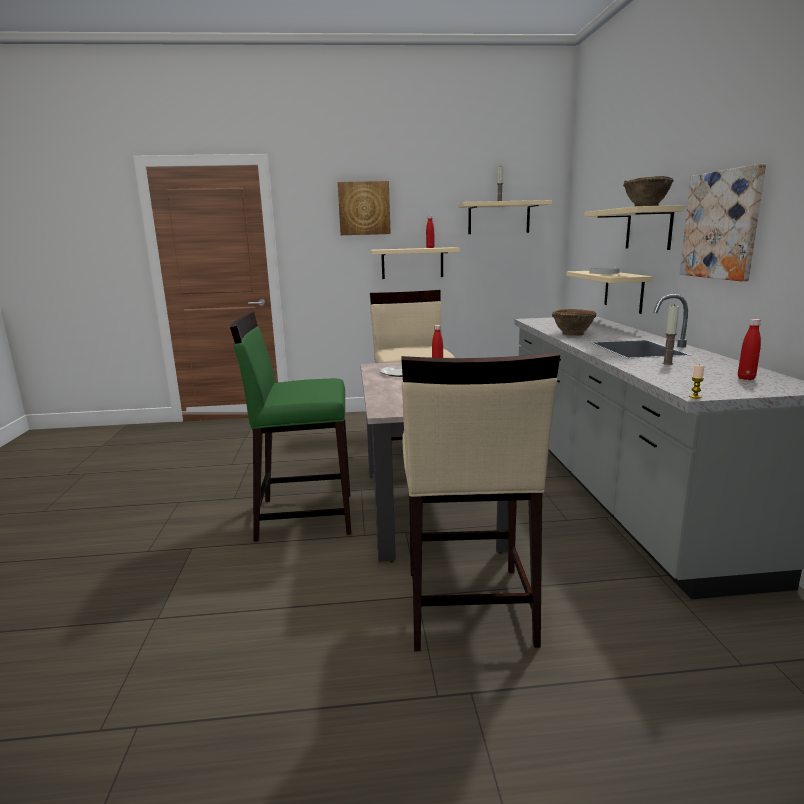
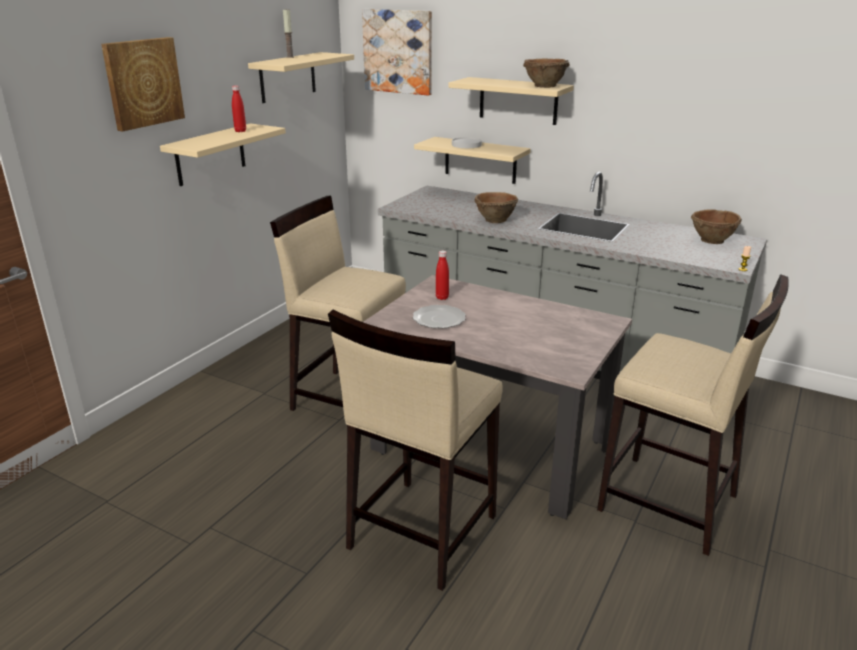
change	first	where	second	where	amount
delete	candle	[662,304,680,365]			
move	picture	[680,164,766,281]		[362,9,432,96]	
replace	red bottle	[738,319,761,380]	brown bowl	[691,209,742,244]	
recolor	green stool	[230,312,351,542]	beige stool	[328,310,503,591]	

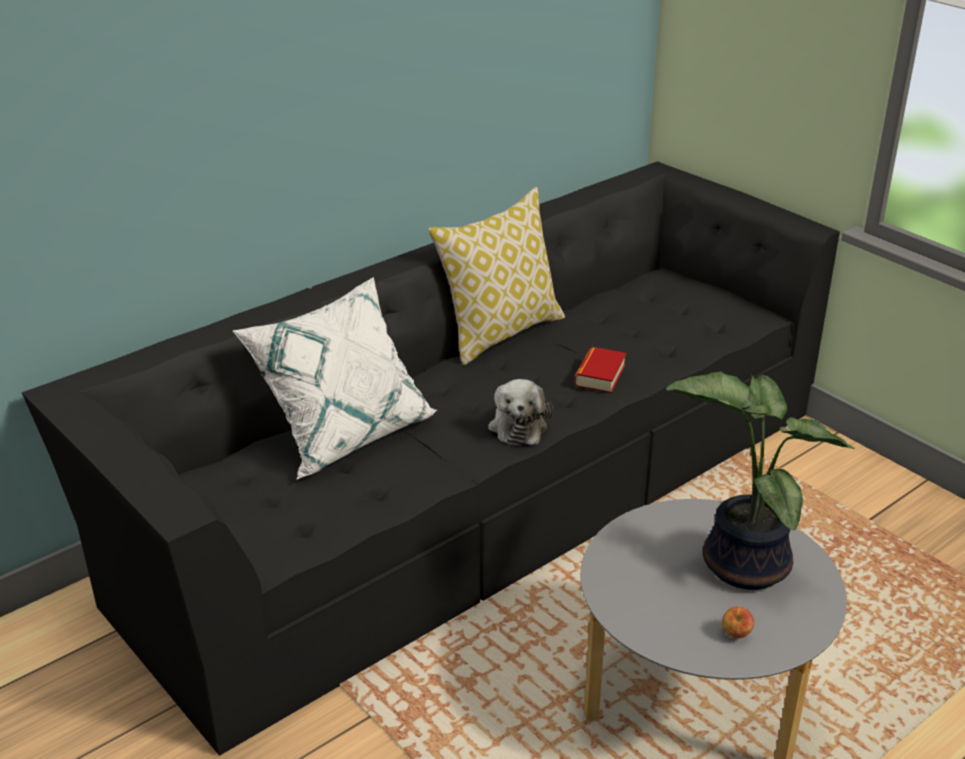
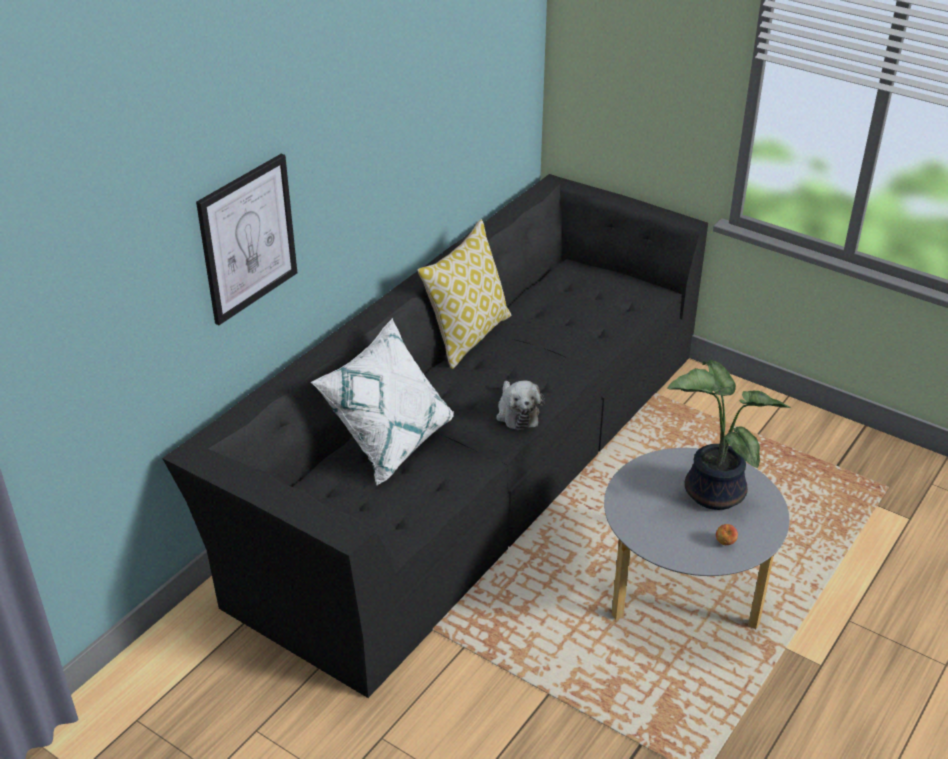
change	first	where	second	where	amount
delete	book	[574,347,626,393]			
insert			picture	[196,154,297,325]	

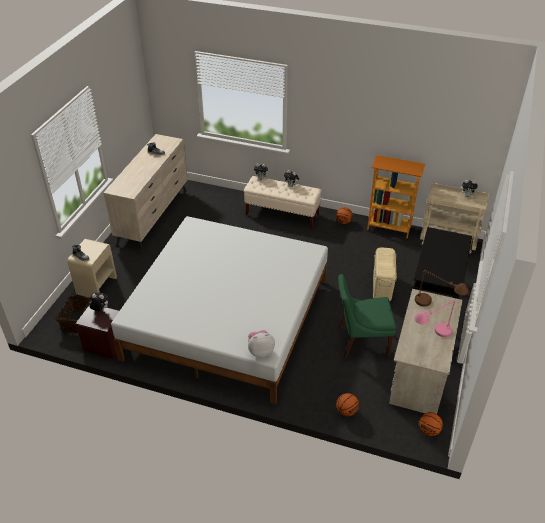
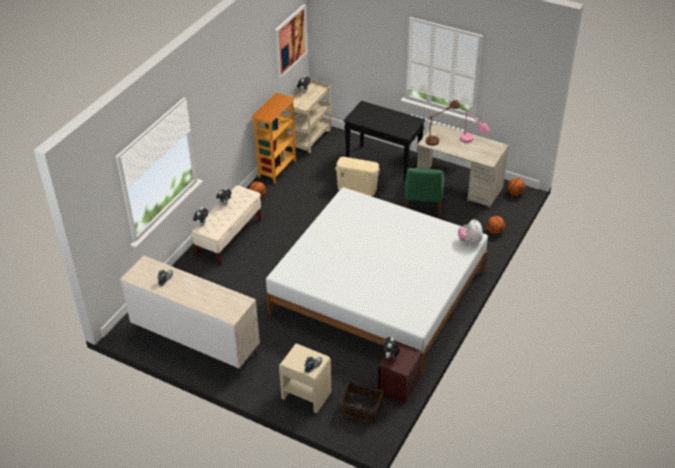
change	first	where	second	where	amount
insert			picture	[275,5,307,79]	

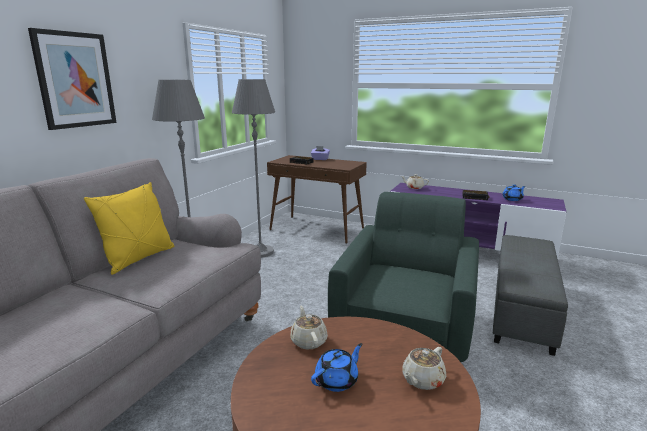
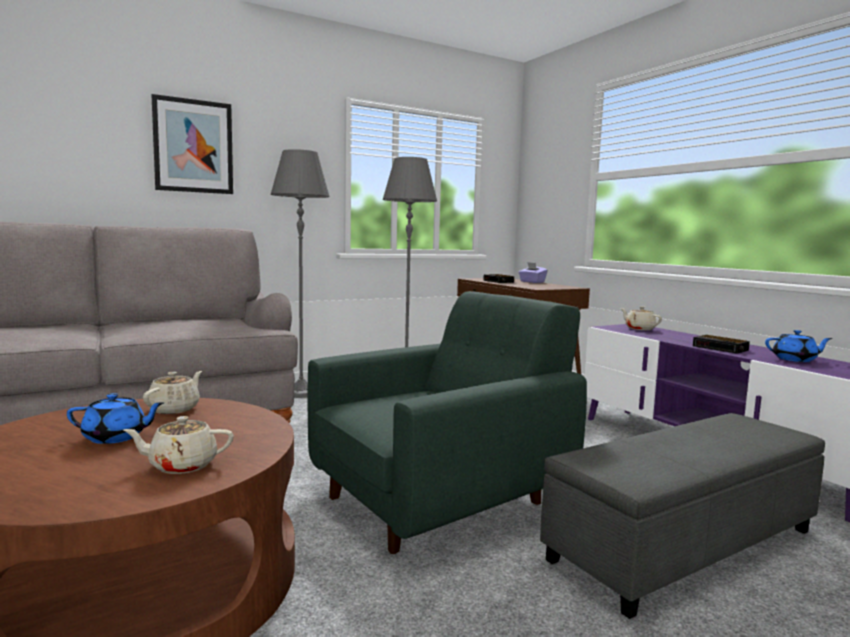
change	first	where	second	where	amount
delete	yellow pillow	[84,182,174,275]			

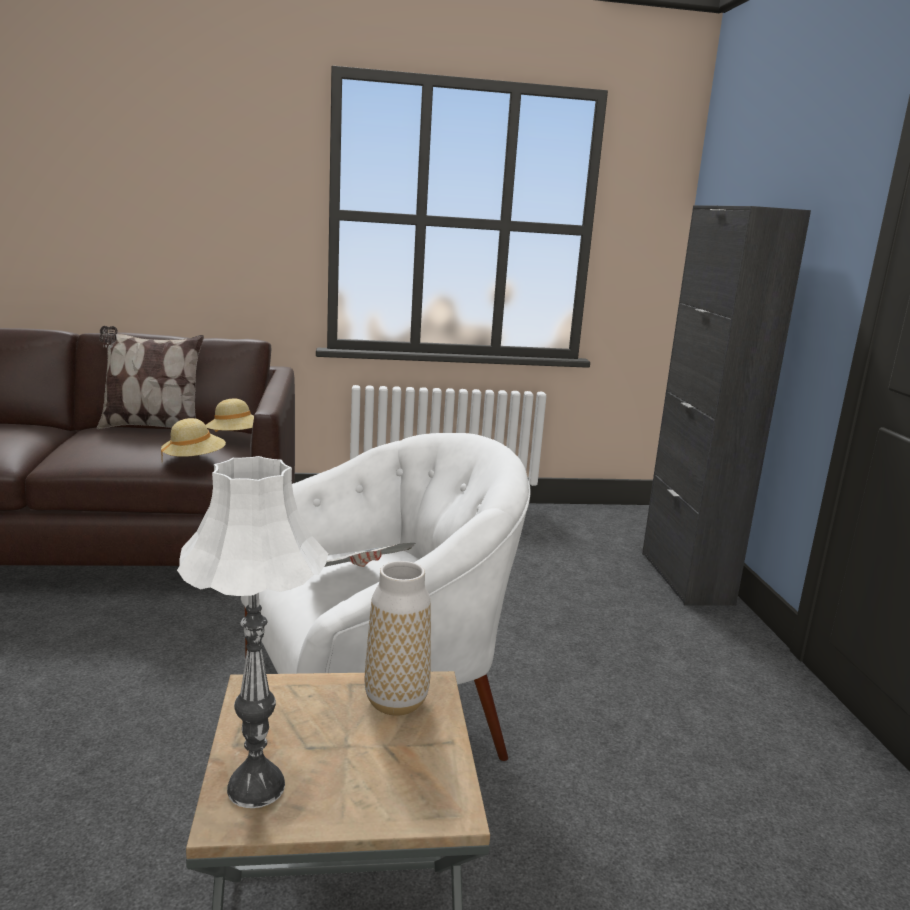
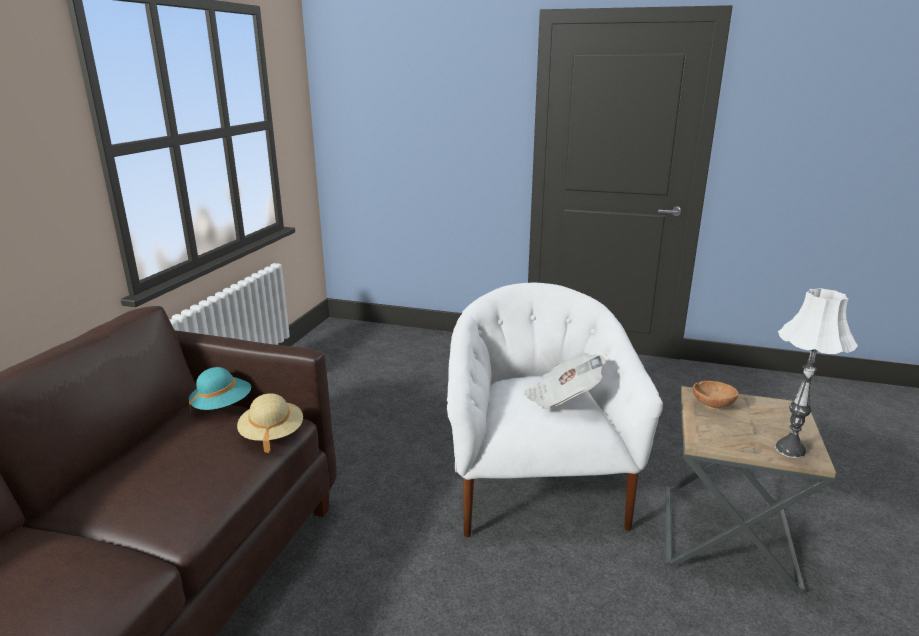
change	first	where	second	where	amount
delete	pillow	[97,326,204,429]			
delete	black cabinet	[642,205,811,606]			
replace	vase	[365,561,431,716]	brown bowl	[693,381,738,410]	
recolor	beige hat	[206,399,254,432]	turquoise hat	[189,367,251,412]	

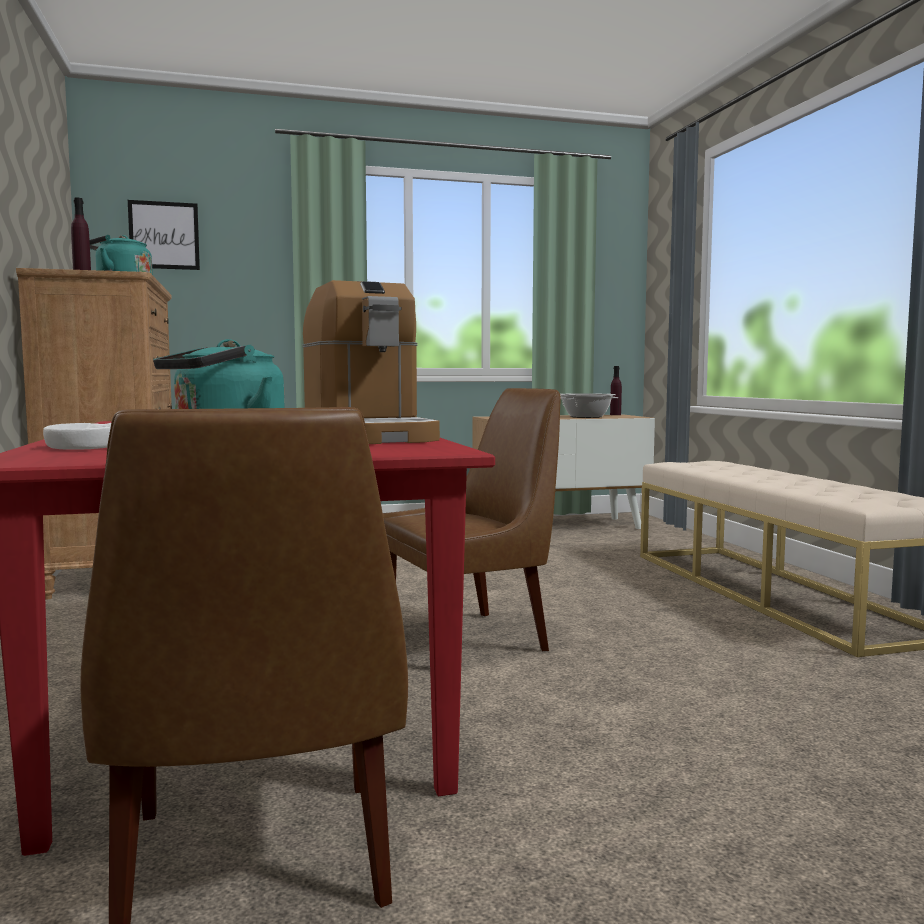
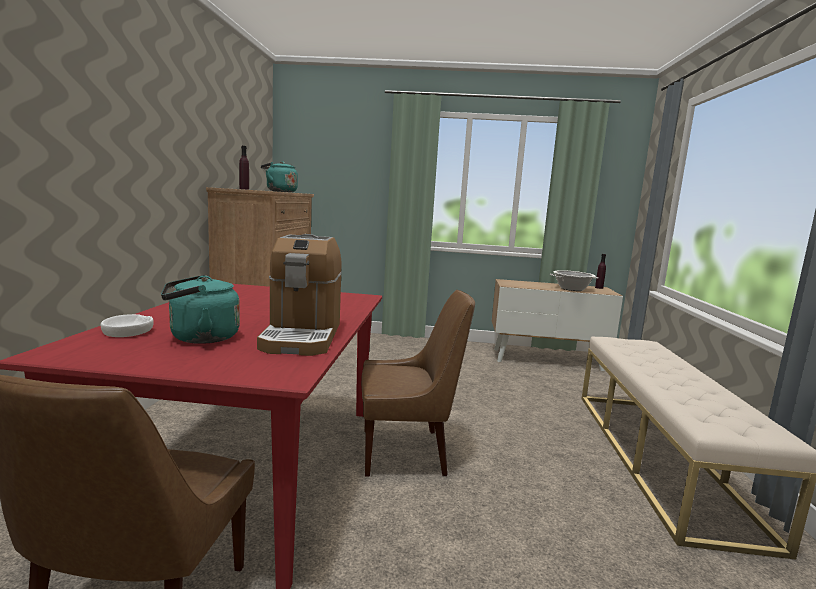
change	first	where	second	where	amount
delete	picture	[128,200,200,270]			

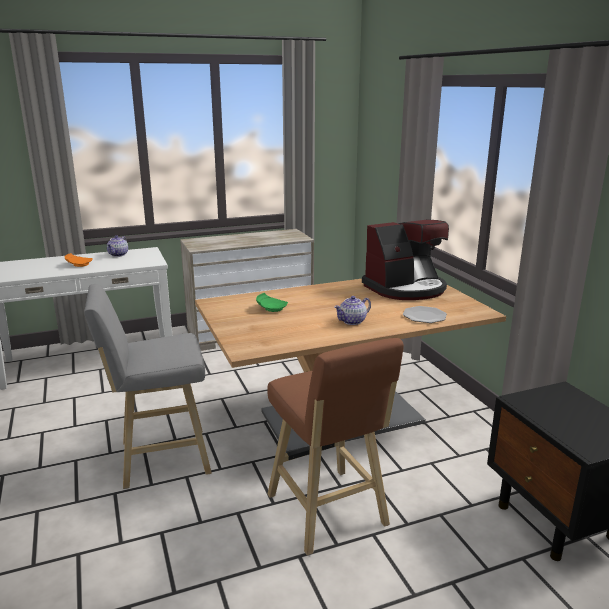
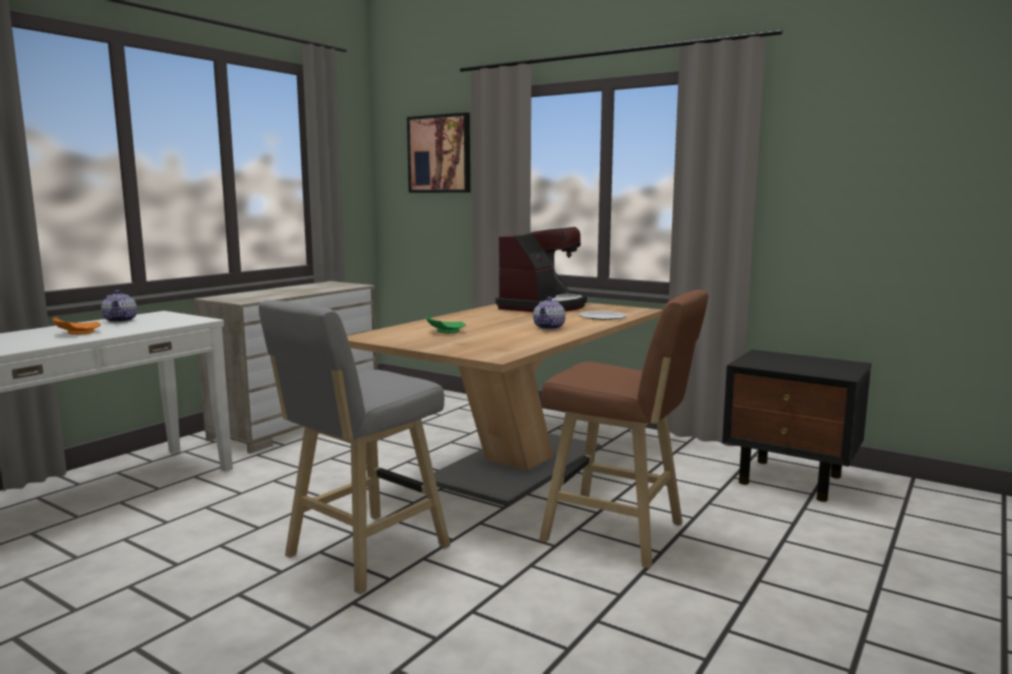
change	first	where	second	where	amount
insert			picture	[407,112,470,193]	

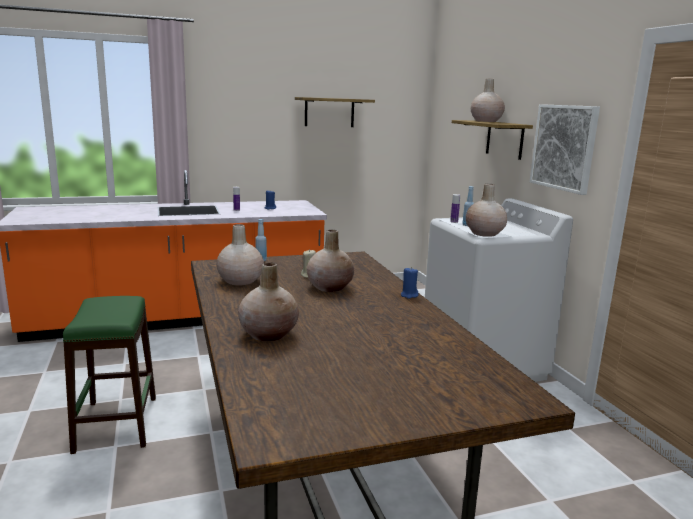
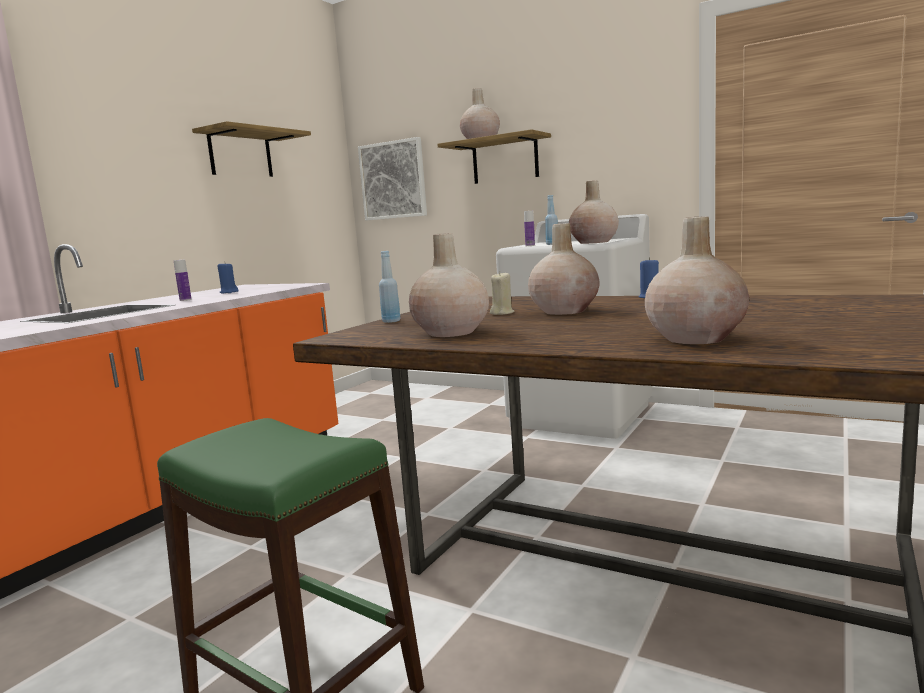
change	first	where	second	where	amount
move	picture	[530,104,600,195]		[358,137,427,221]	

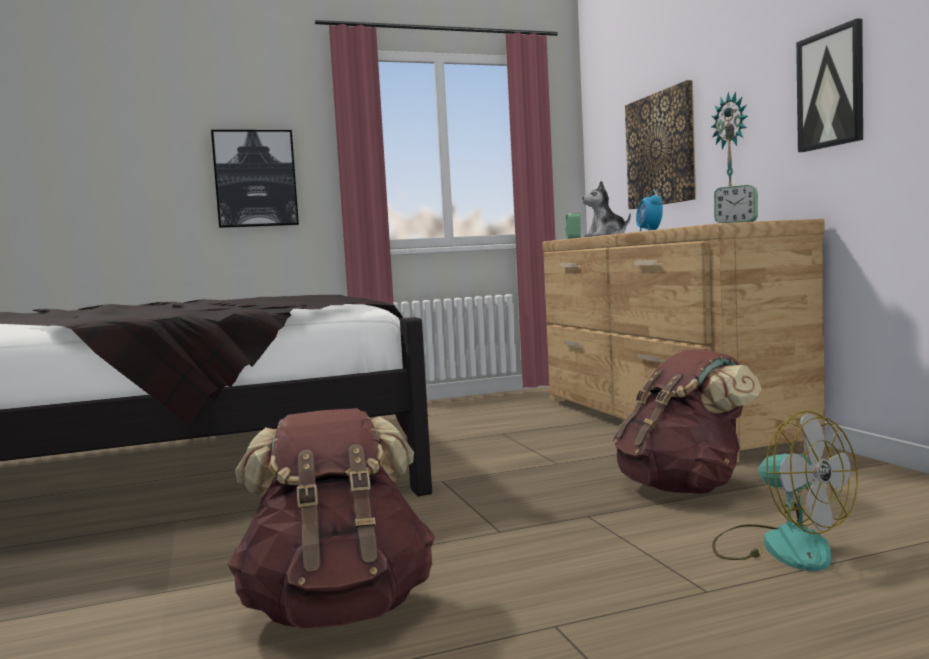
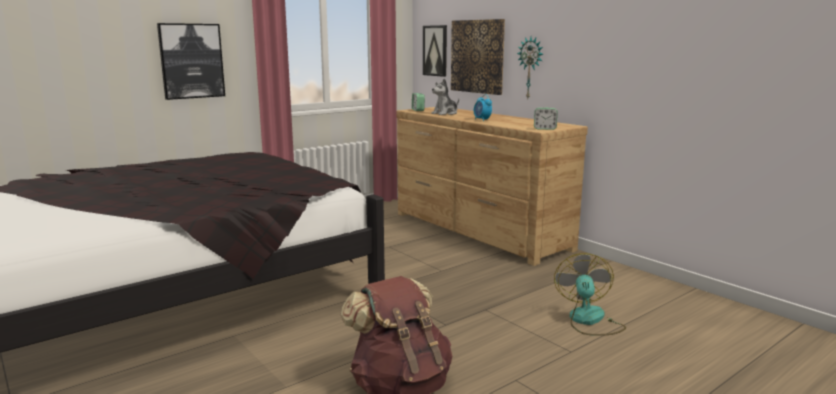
change	first	where	second	where	amount
delete	brown backpack	[613,350,762,494]			
move	picture	[796,18,863,152]		[423,25,447,77]	
rotate	fan	[712,411,858,571]		[554,253,626,336]	120 degrees counterclockwise

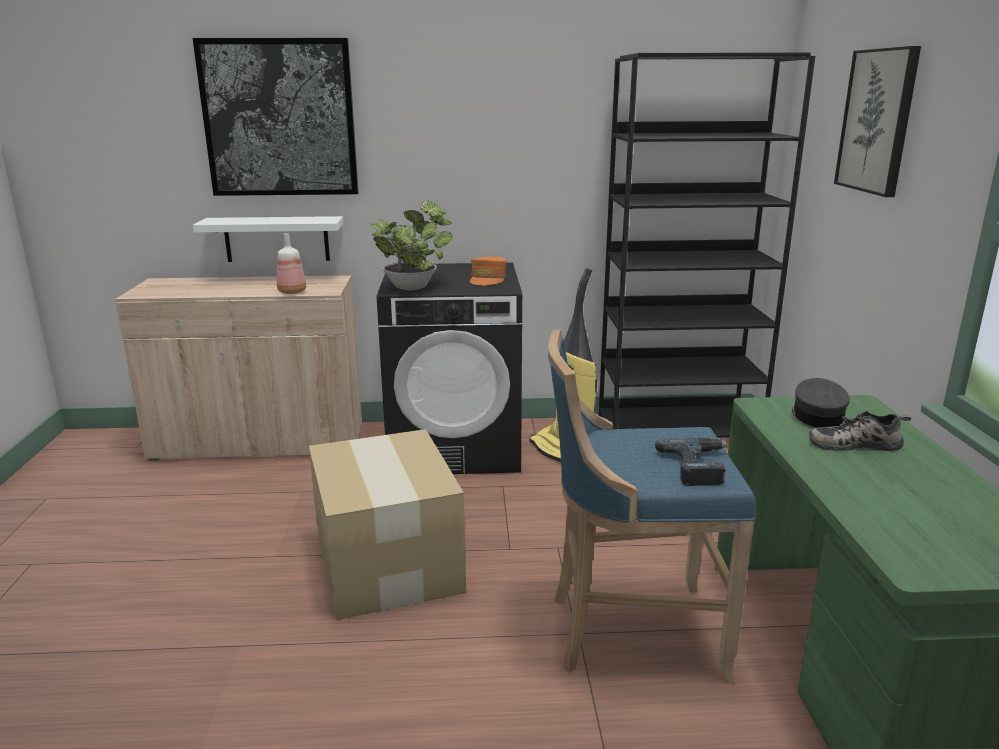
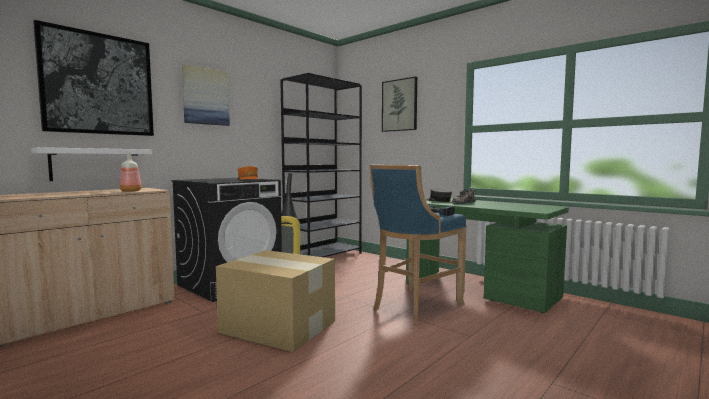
change	first	where	second	where	amount
delete	potted plant	[370,200,452,290]			
insert			picture	[182,64,230,126]	

